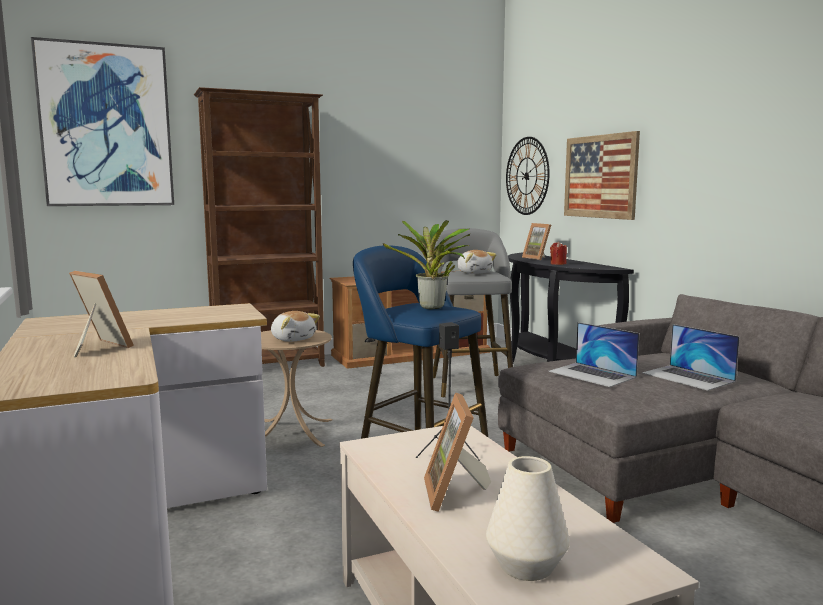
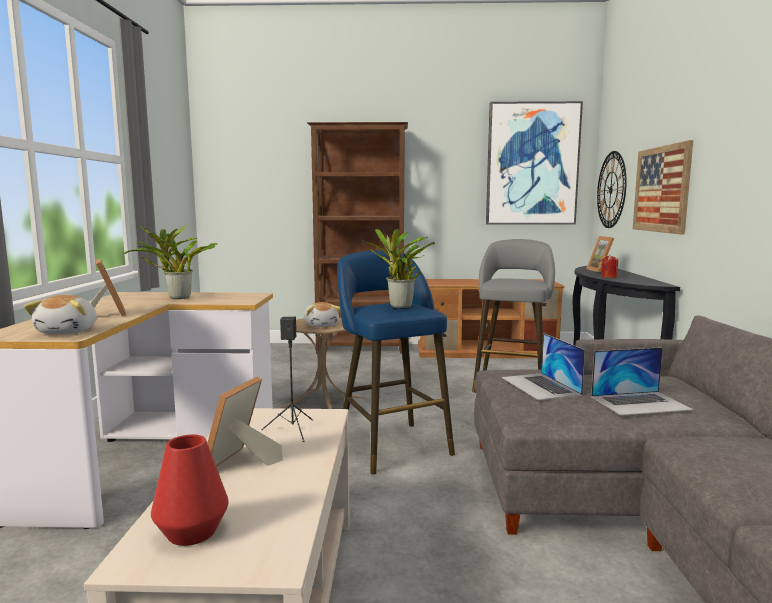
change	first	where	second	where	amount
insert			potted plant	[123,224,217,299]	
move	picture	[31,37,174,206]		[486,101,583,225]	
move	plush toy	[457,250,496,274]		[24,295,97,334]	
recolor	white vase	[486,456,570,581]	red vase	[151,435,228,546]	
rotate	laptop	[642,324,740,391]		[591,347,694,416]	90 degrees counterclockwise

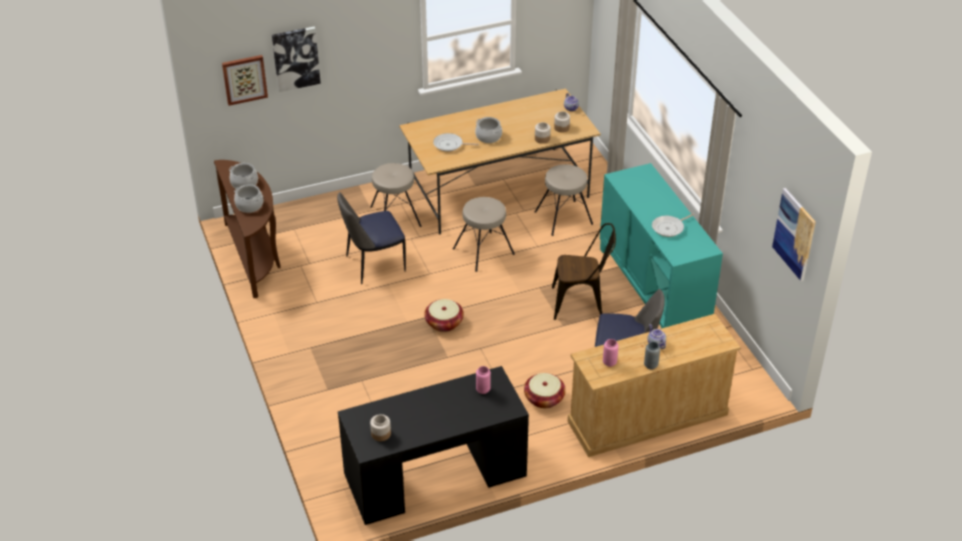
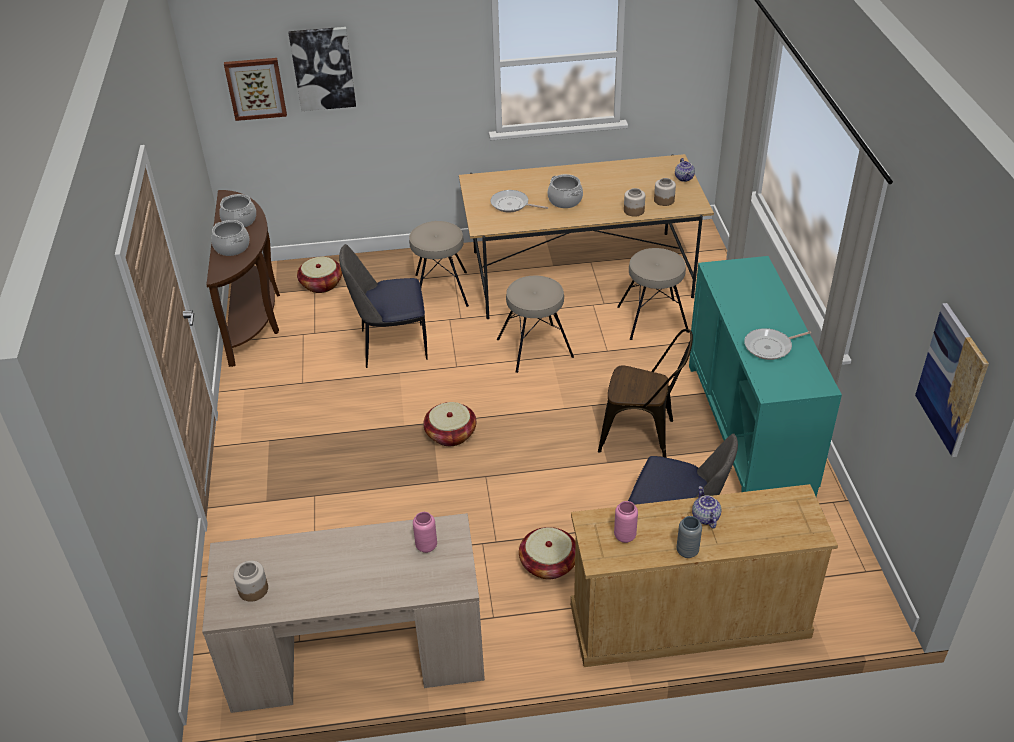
change	first	where	second	where	amount
insert			basket	[297,257,342,293]	
recolor	black desk	[338,366,529,525]	beige desk	[202,513,485,713]	

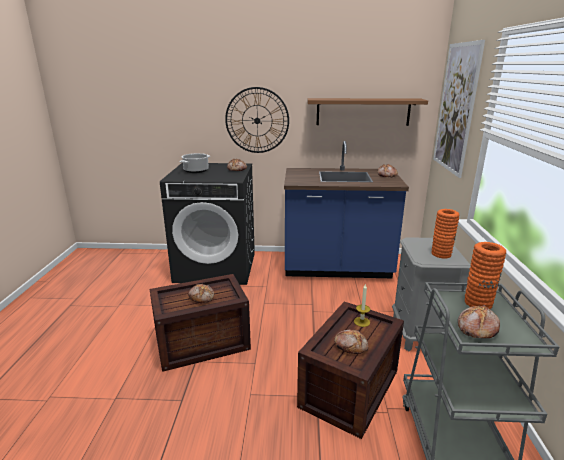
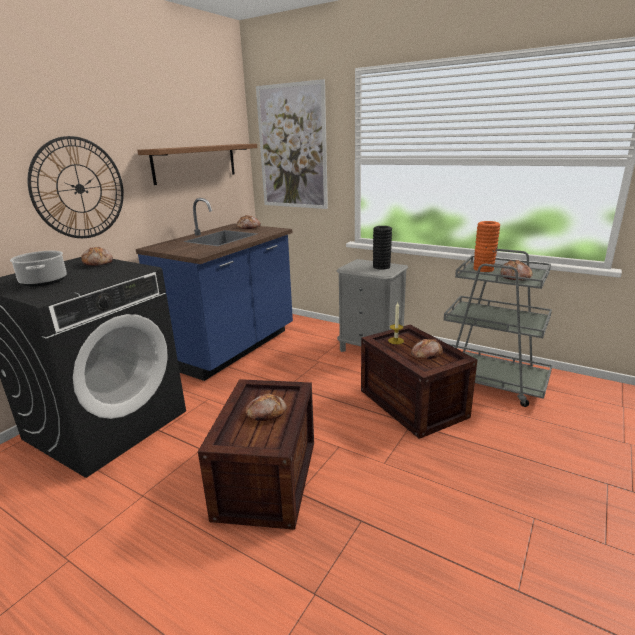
change	first	where	second	where	amount
recolor	orange vase	[431,209,460,258]	black vase	[373,226,392,269]	

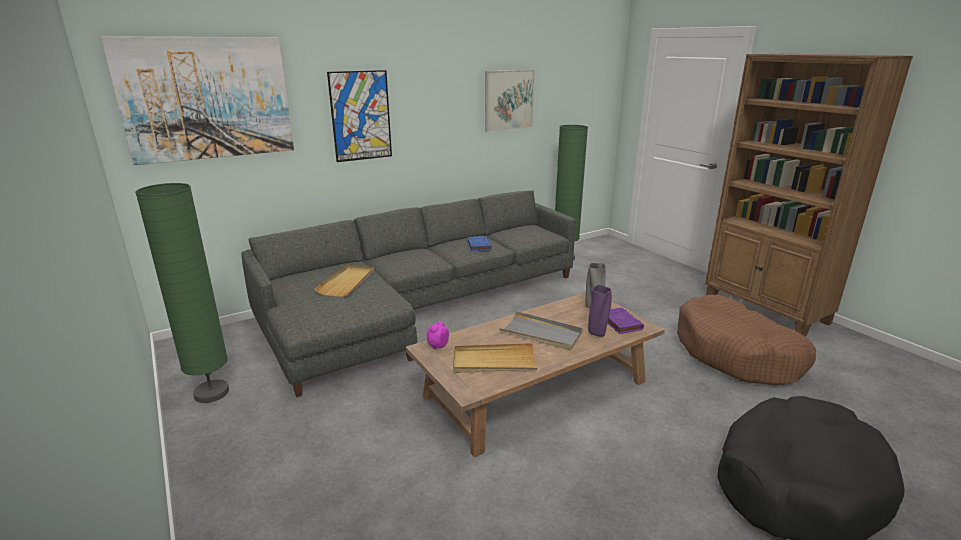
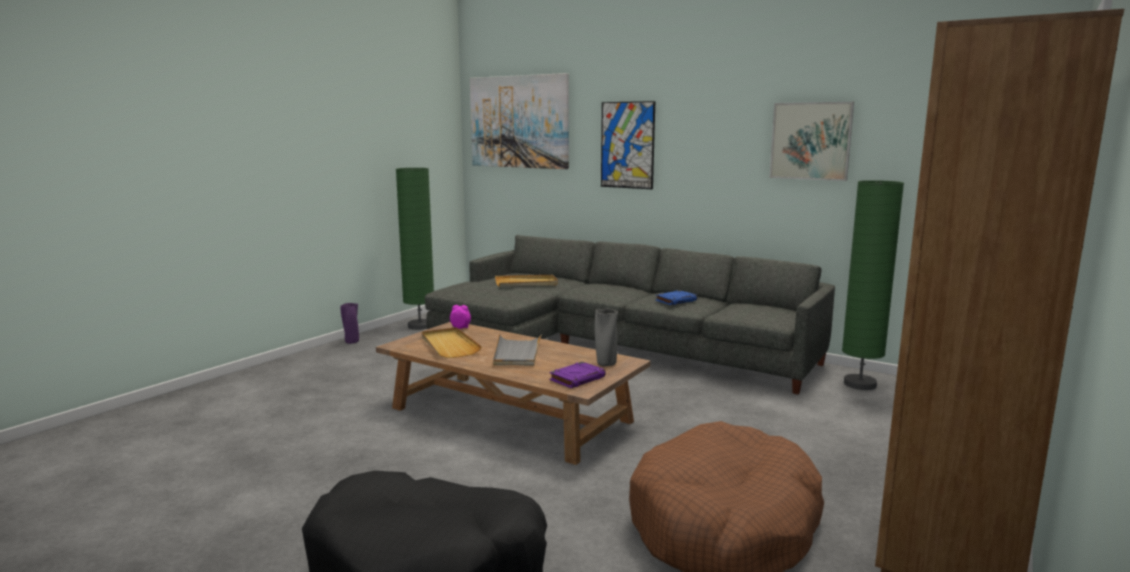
change	first	where	second	where	amount
move	purple vase	[588,285,612,337]		[340,303,359,344]	

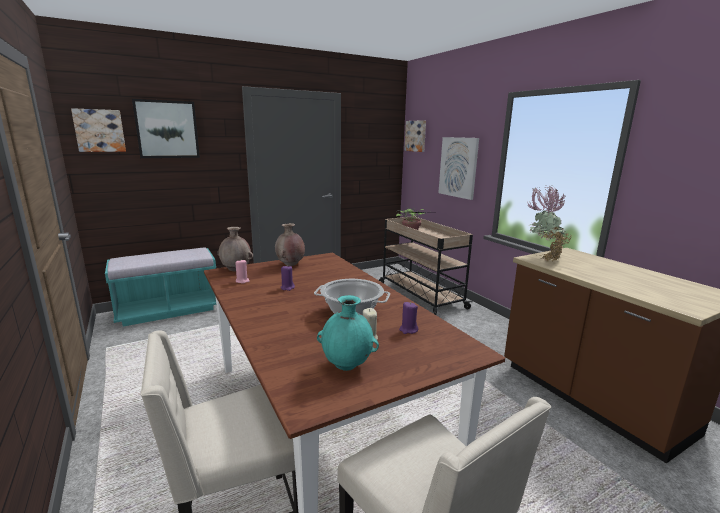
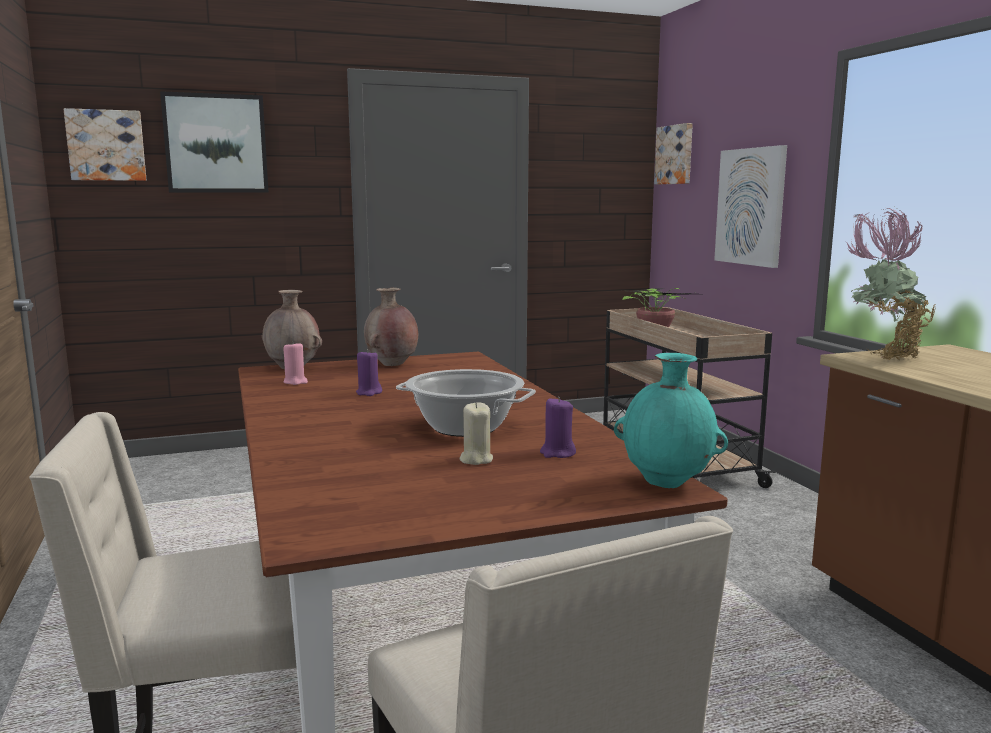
change	first	where	second	where	amount
delete	turquoise bench	[105,248,216,326]			
move	turquoise vase	[317,295,379,371]		[614,353,728,488]	

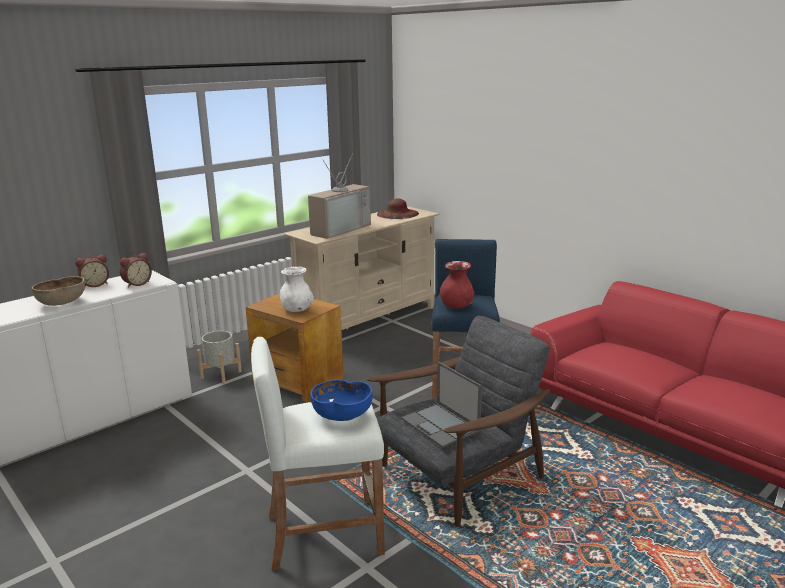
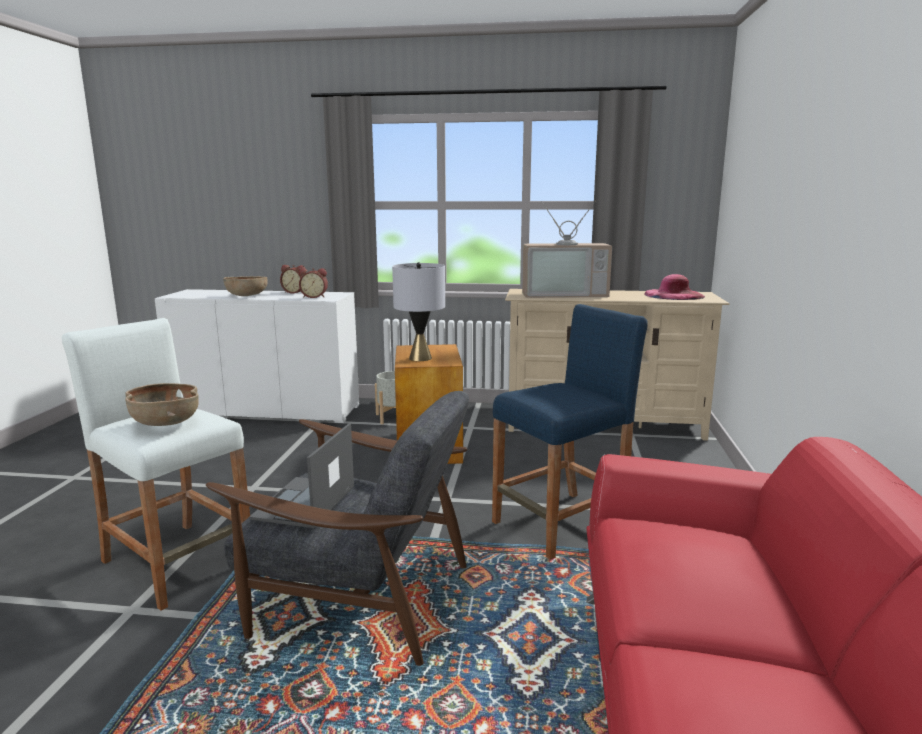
change	first	where	second	where	amount
delete	red vase	[440,261,475,309]			
replace	white vase	[280,267,314,312]	grey table lamp	[392,262,445,361]	
recolor	blue bowl	[310,380,373,421]	brown bowl	[125,383,199,426]	
recolor	brown hat	[377,198,419,219]	pink hat	[644,274,705,300]	

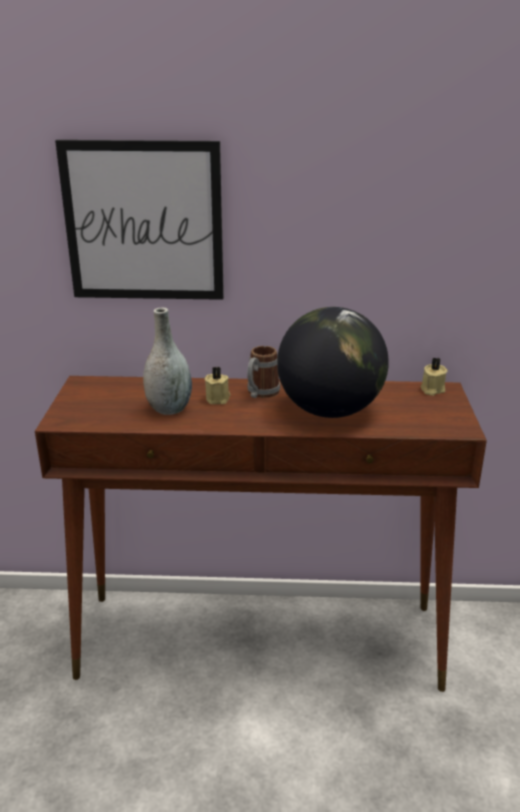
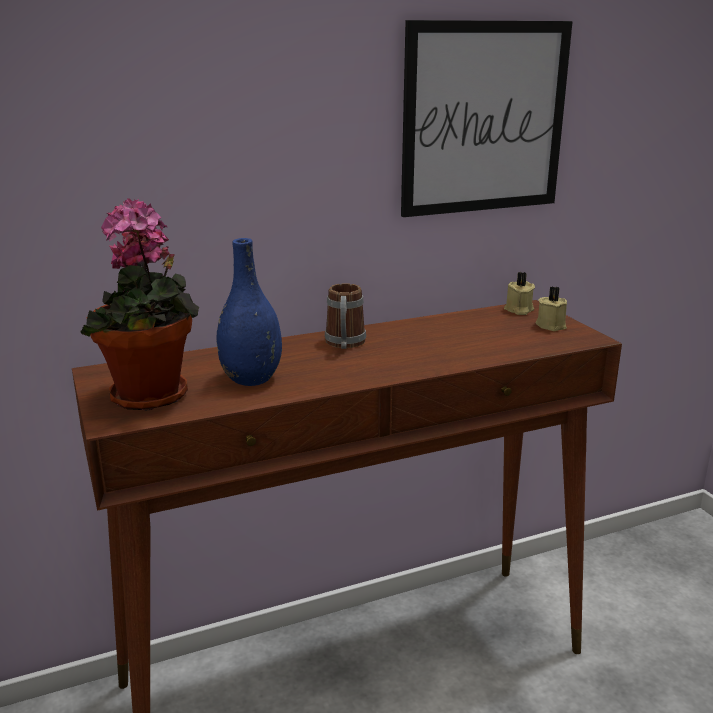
change	first	where	second	where	amount
delete	globe	[277,307,389,418]			
insert			potted plant	[80,198,199,411]	
move	picture	[55,140,224,300]		[401,20,573,217]	
move	beige candle	[204,366,231,404]		[536,286,567,331]	
recolor	grey vase	[143,307,192,415]	blue vase	[217,238,282,386]	

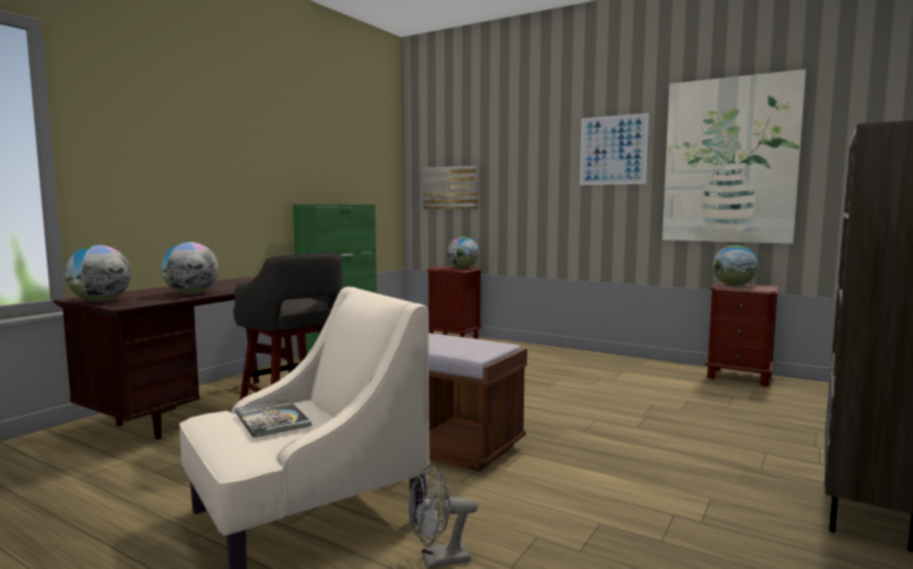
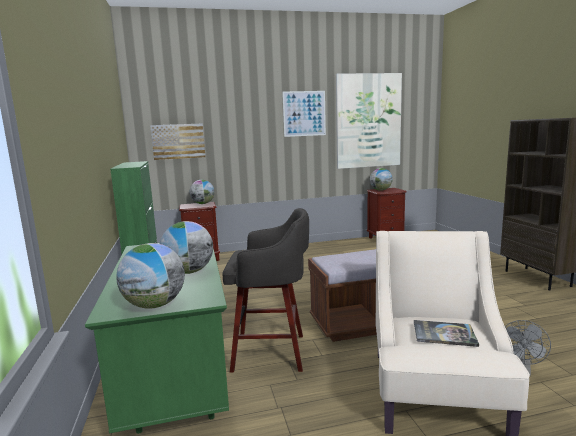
change	first	where	second	where	amount
recolor	brown desk	[53,277,294,439]	green desk	[85,243,229,434]	

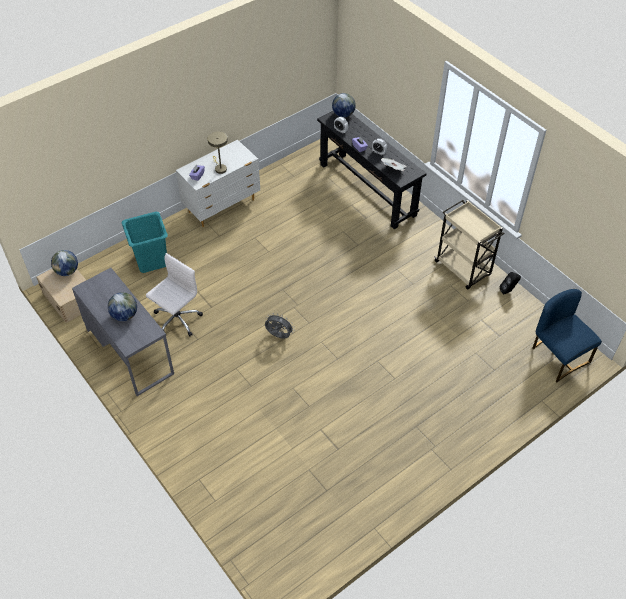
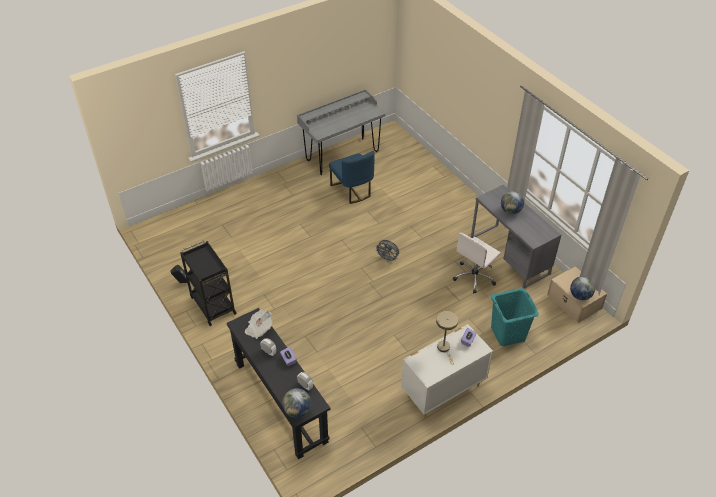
change	first	where	second	where	amount
insert			grey desk	[297,89,386,175]	
move	blue chair	[533,289,602,382]		[329,151,375,204]	
recolor	beige cart	[434,200,504,289]	black cart	[180,240,237,326]	

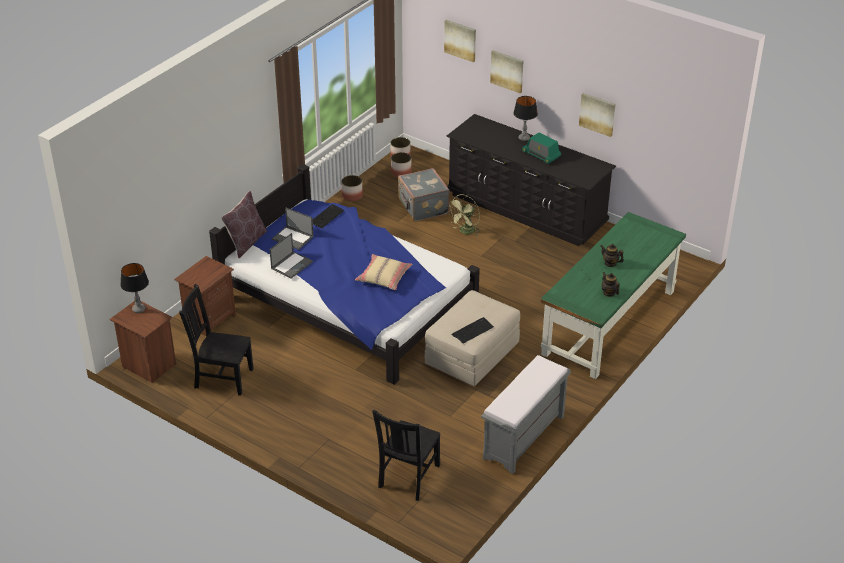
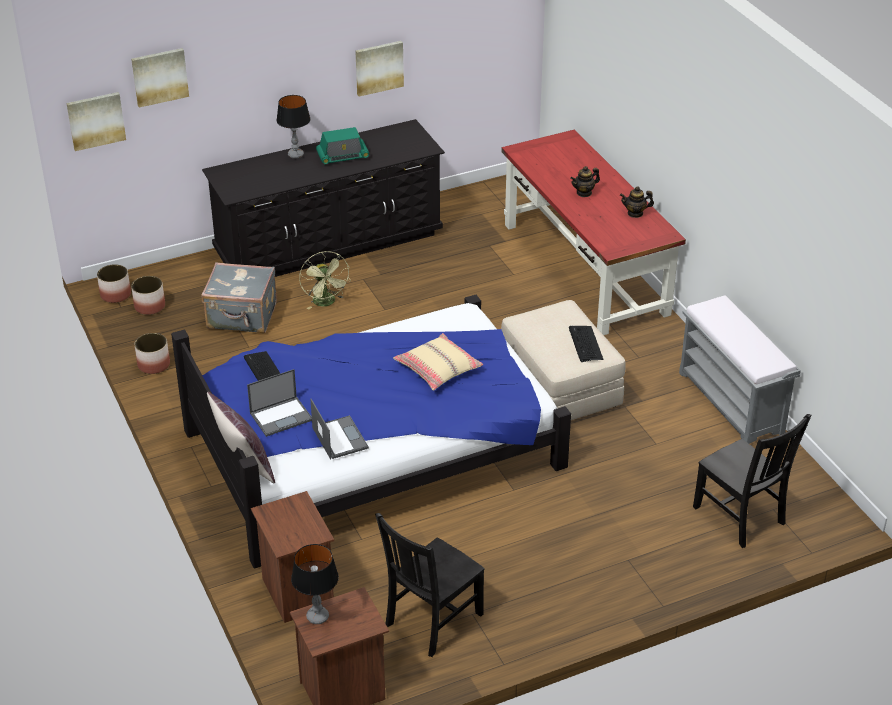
change	first	where	second	where	amount
move	picture	[490,50,523,93]		[66,92,126,151]	
recolor	green desk	[540,212,686,379]	red desk	[502,130,686,335]	

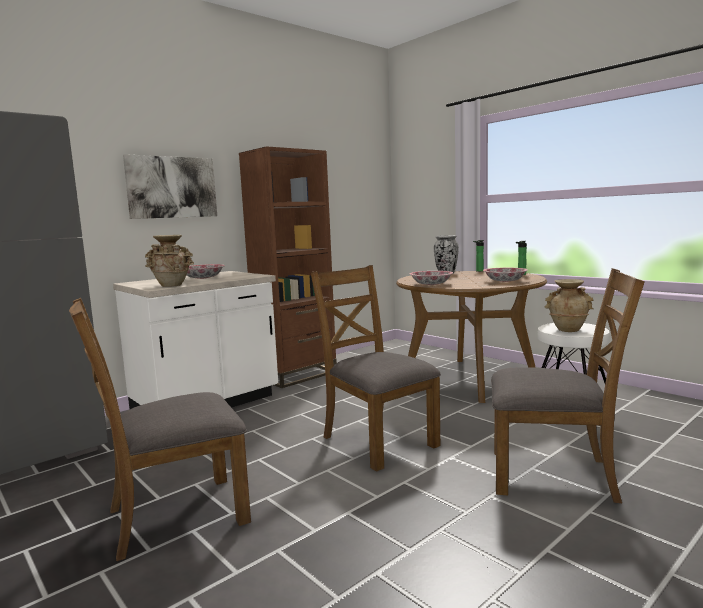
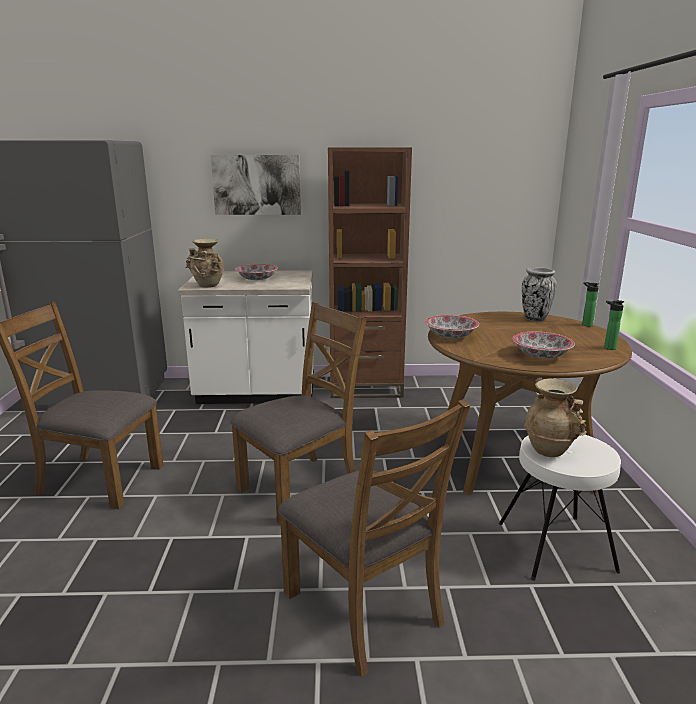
change	first	where	second	where	amount
rotate	brown chair	[311,265,441,471]		[230,302,367,525]	45 degrees clockwise

